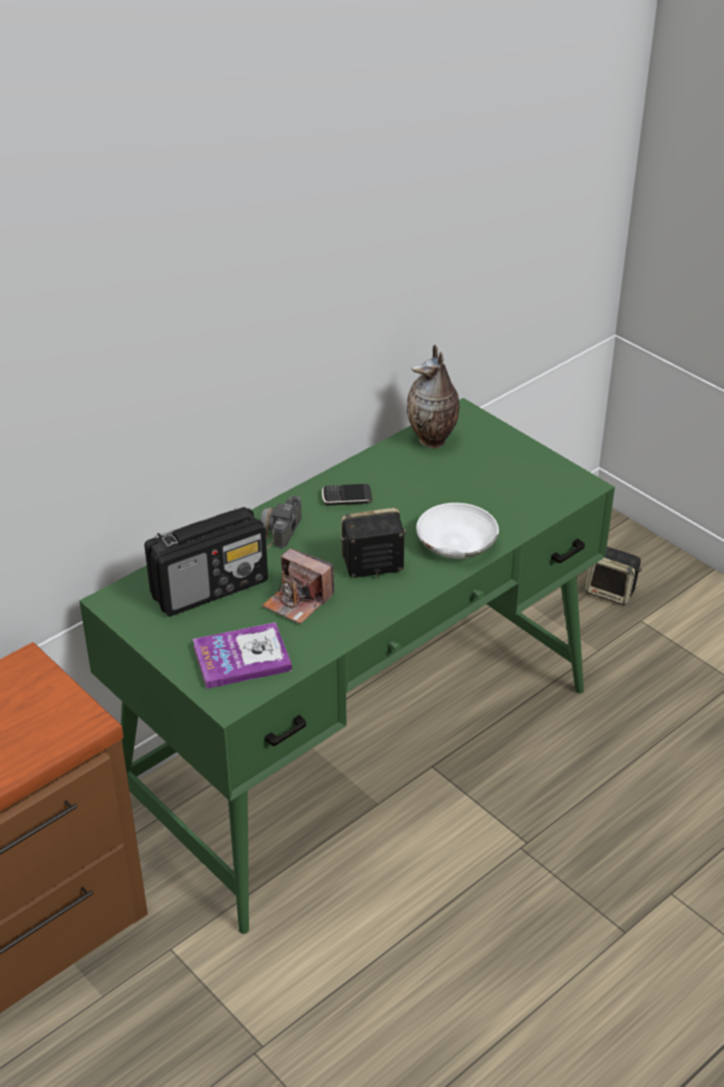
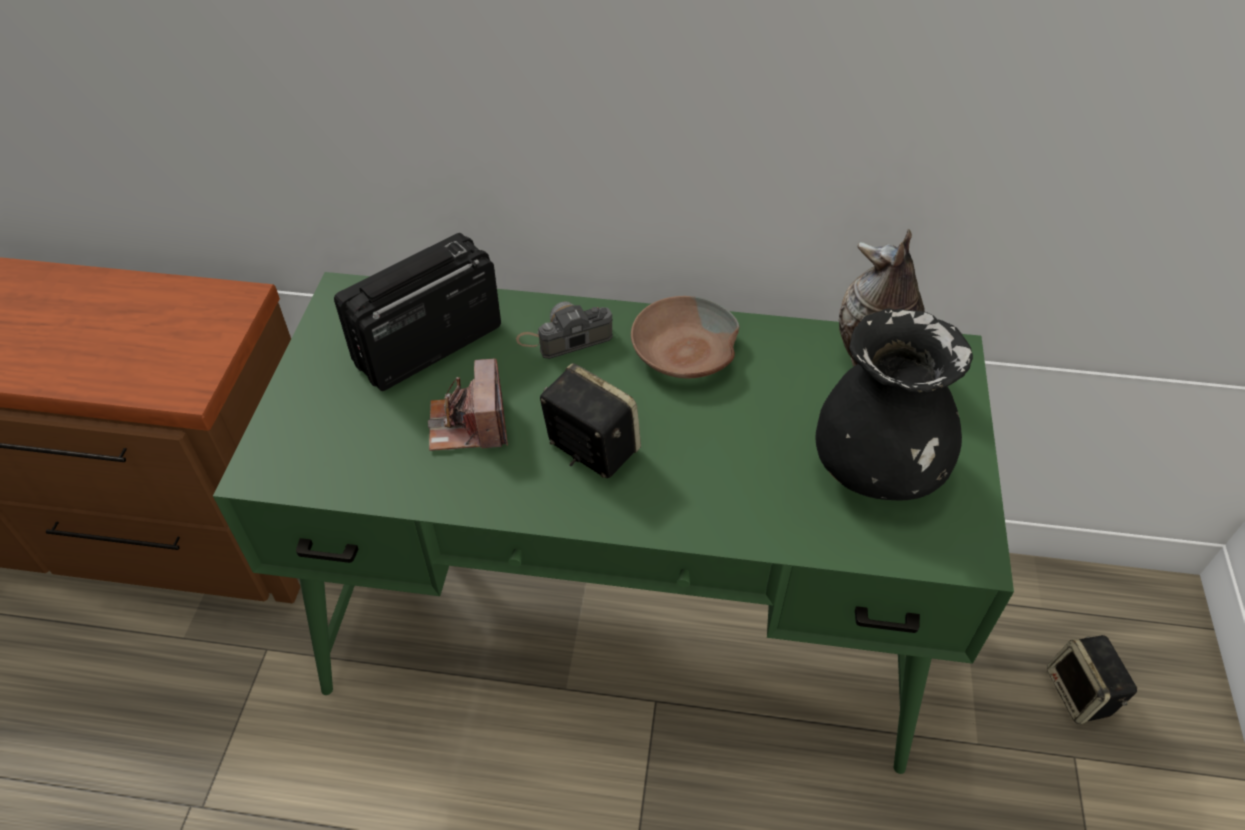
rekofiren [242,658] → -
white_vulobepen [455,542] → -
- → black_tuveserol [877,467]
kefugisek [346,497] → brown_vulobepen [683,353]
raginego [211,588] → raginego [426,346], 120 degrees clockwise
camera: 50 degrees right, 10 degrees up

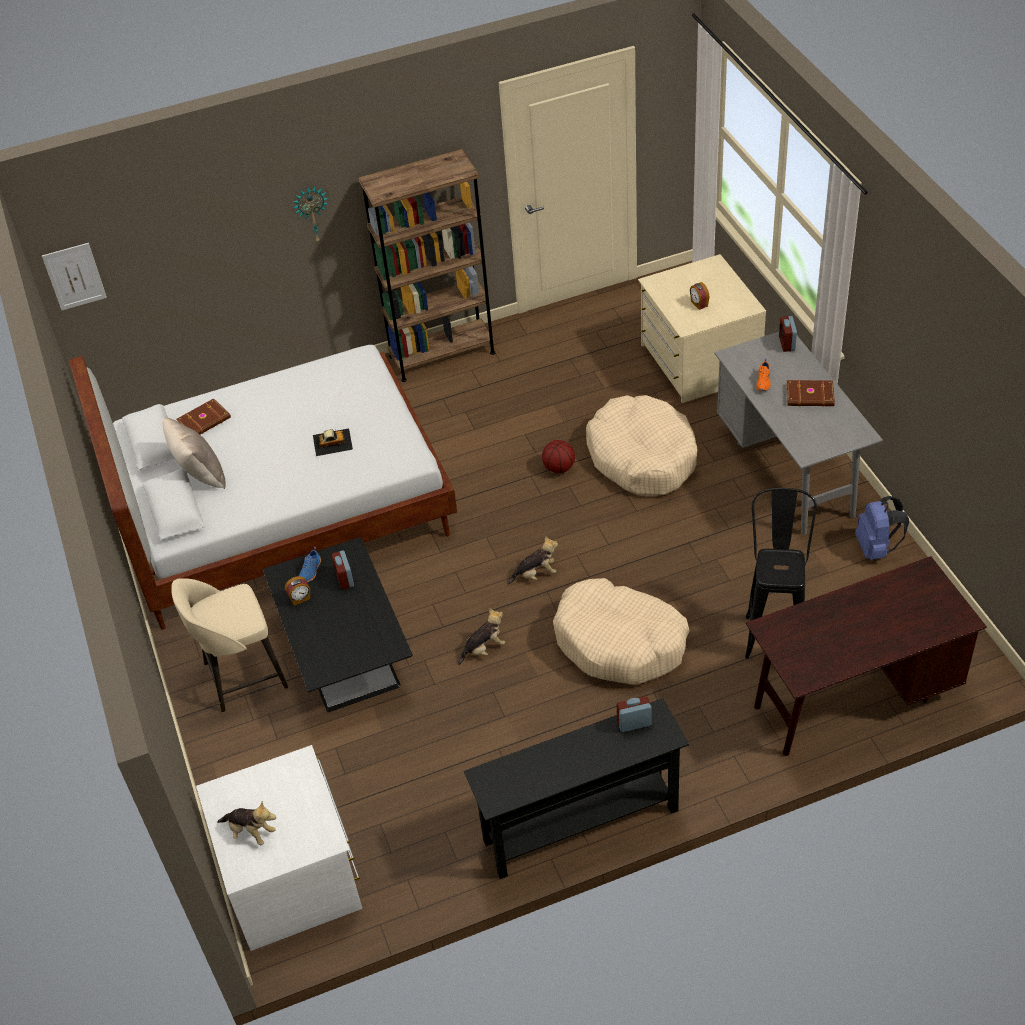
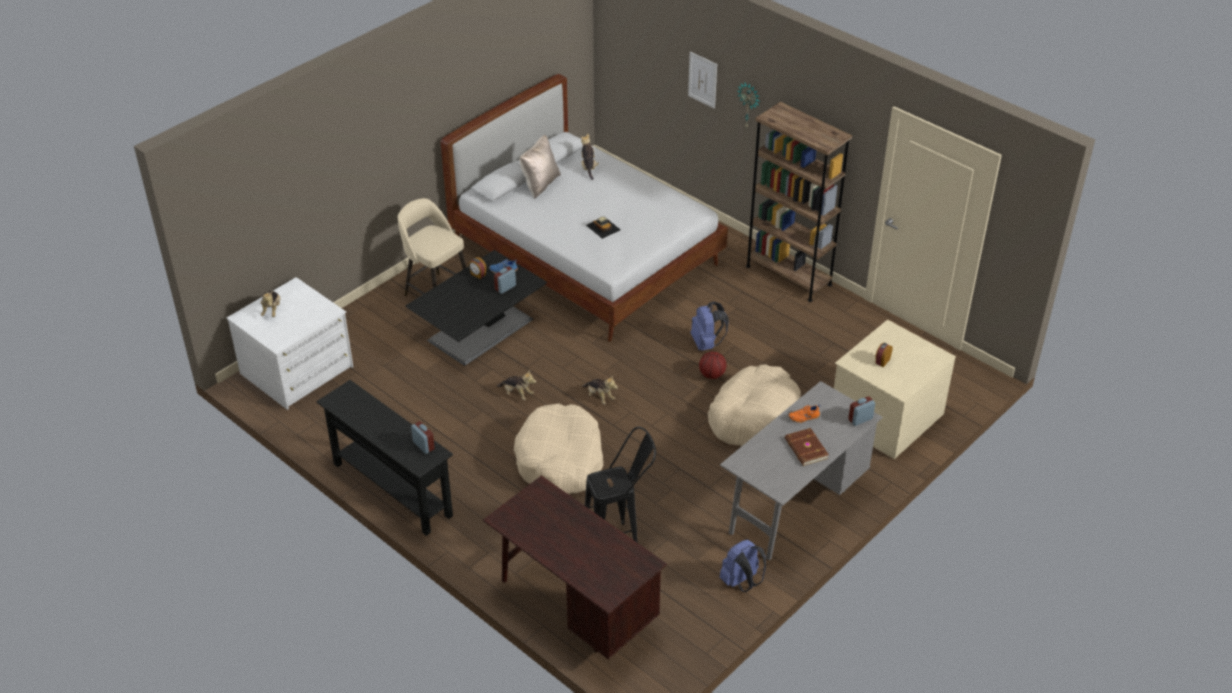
- → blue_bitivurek [707,343]
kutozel [74,276] → kutozel [702,80], moved
brown_rekofiren [205,421] → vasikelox [588,167]
camera: 60 degrees right, 5 degrees down

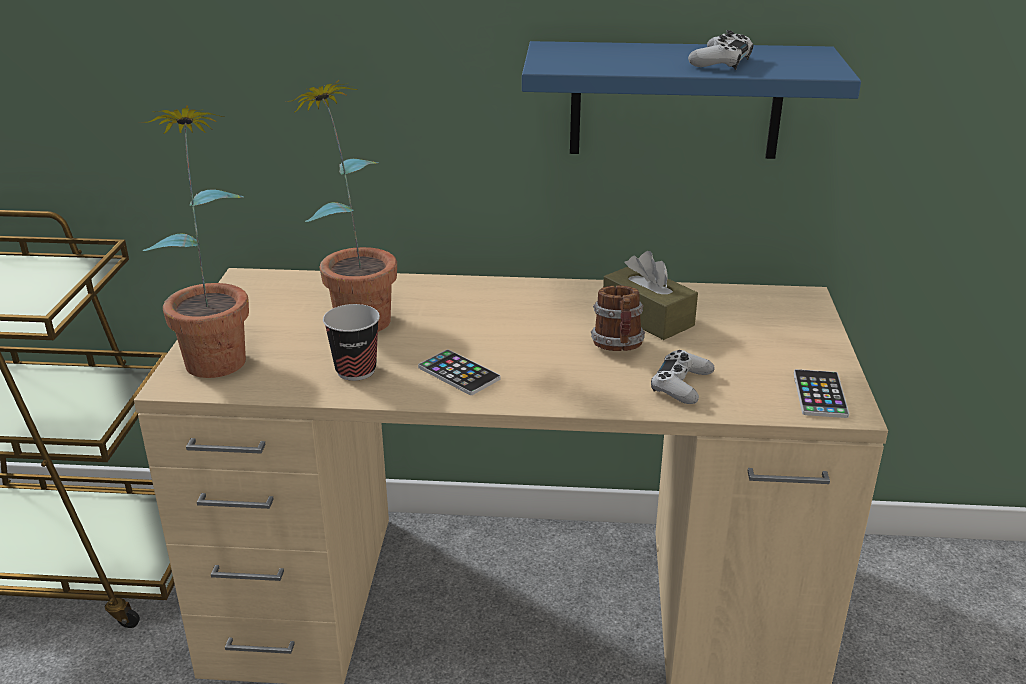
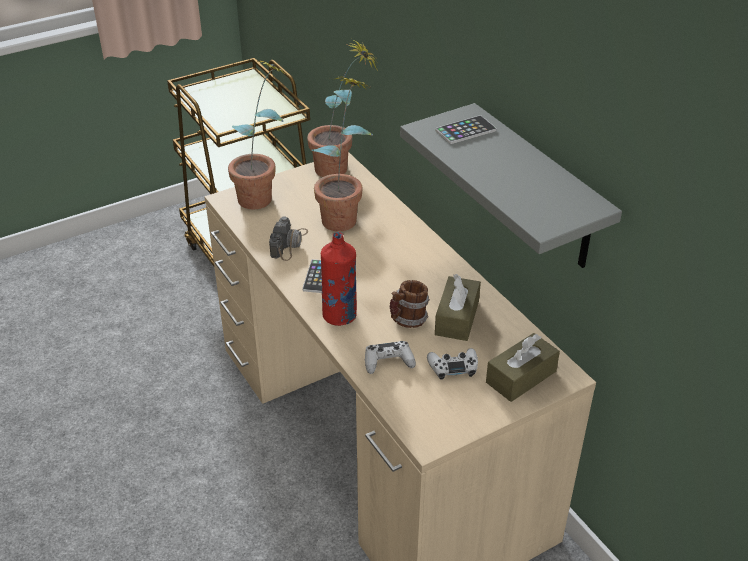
- → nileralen [341,170]
- → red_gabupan [340,316]
- → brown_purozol [521,377]
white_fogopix [720,62] → white_fogopix [453,367], moved
kefugisek [820,394] → kefugisek [465,131], moved
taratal [356,370] → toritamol [289,243]
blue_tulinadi [675,100] → grey_tulinadi [537,189]
camera: 55 degrees right, 10 degrees up

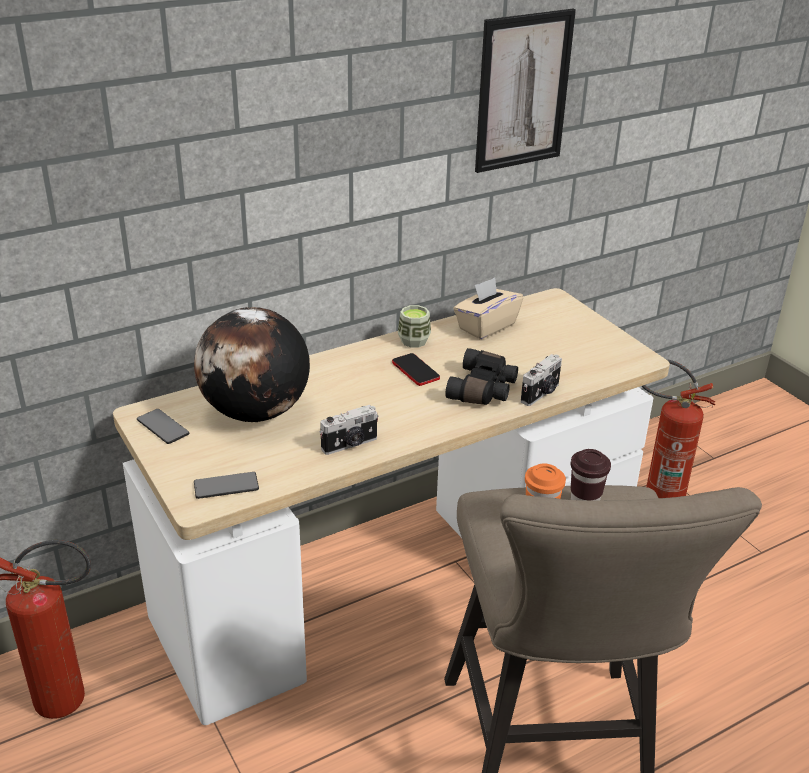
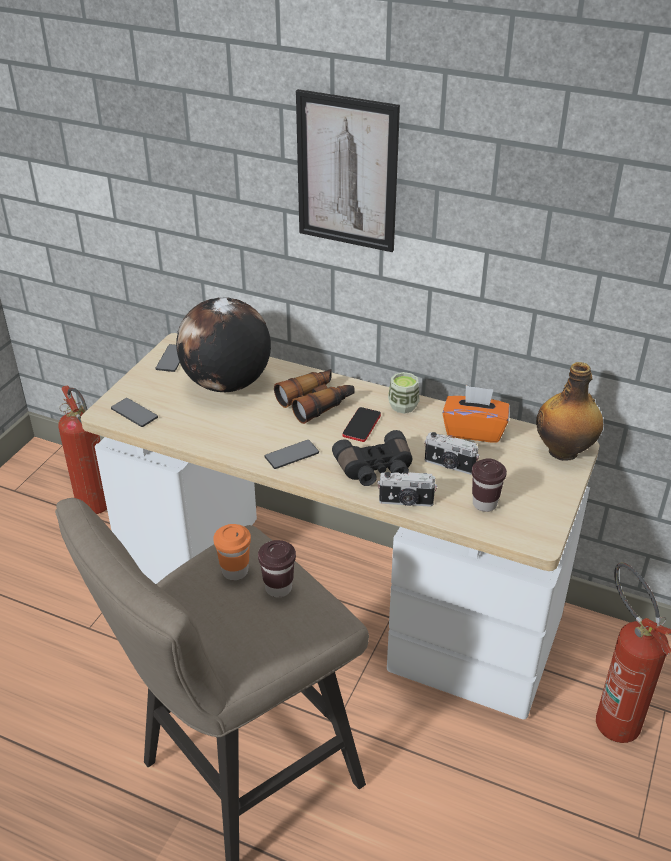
- → kefugisek [292,455]
- → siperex [316,402]
- → brown_taratal [484,504]
- → gabupan [564,451]
toritamol [350,444] → toritamol [449,466], moved
kutozel [523,91] → kutozel [347,172], moved
beige_purozol [486,326] → orange_purozol [474,430]
camera: 55 degrees right, 5 degrees up

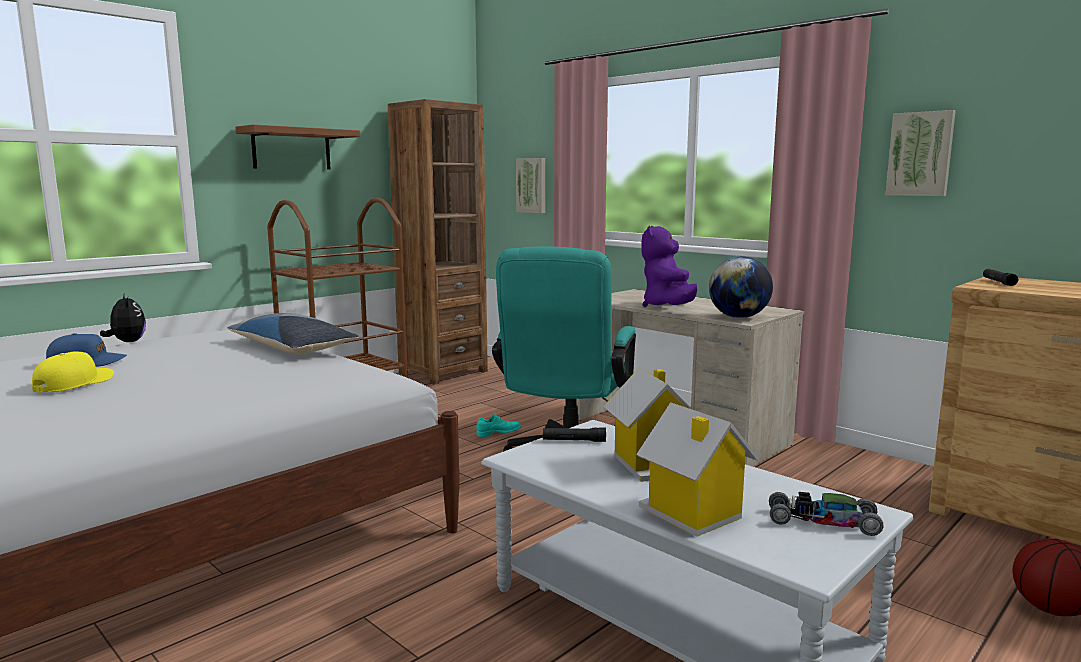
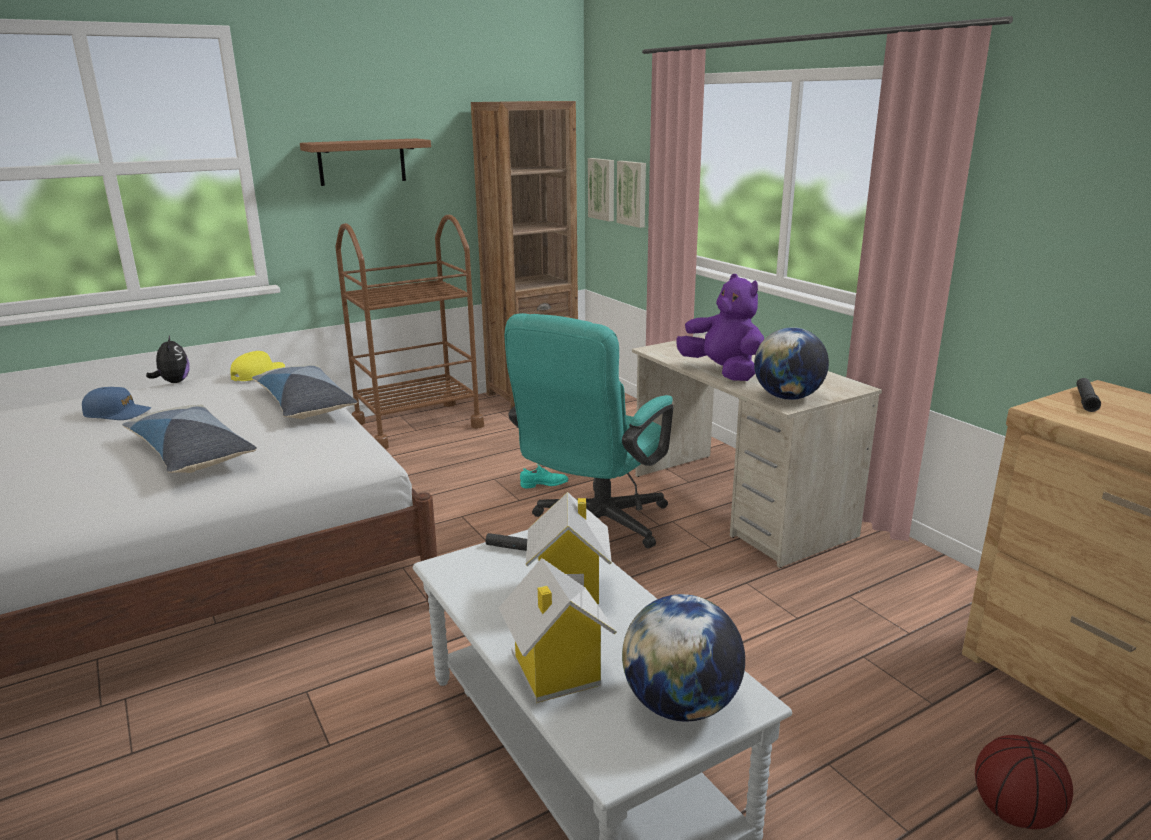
- → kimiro [190,453]
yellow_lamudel [74,384] → yellow_lamudel [258,374], moved
kutozel [920,154] → kutozel [603,189], moved
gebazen [822,522] → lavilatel [680,705]
purple_vasikelox [668,307] → purple_vasikelox [723,372], 120 degrees clockwise
camera: 15 degrees right, 10 degrees up

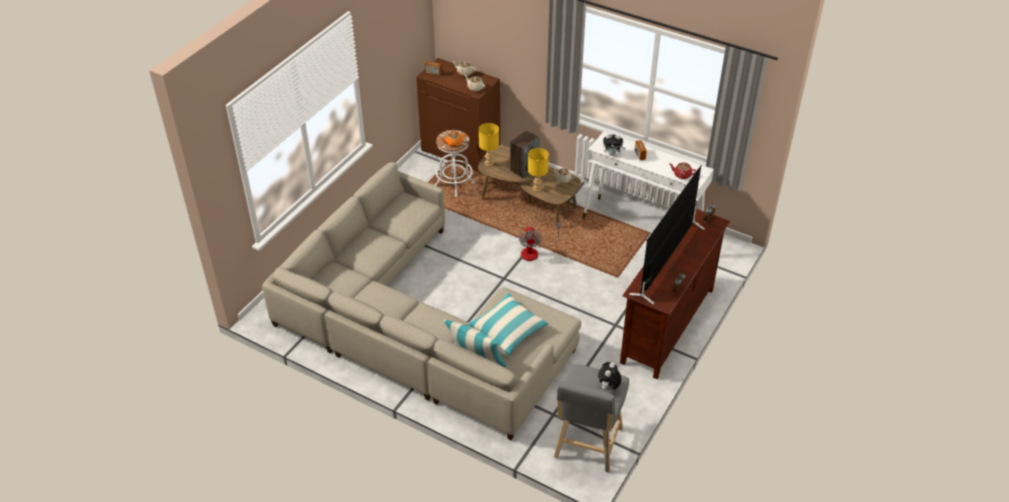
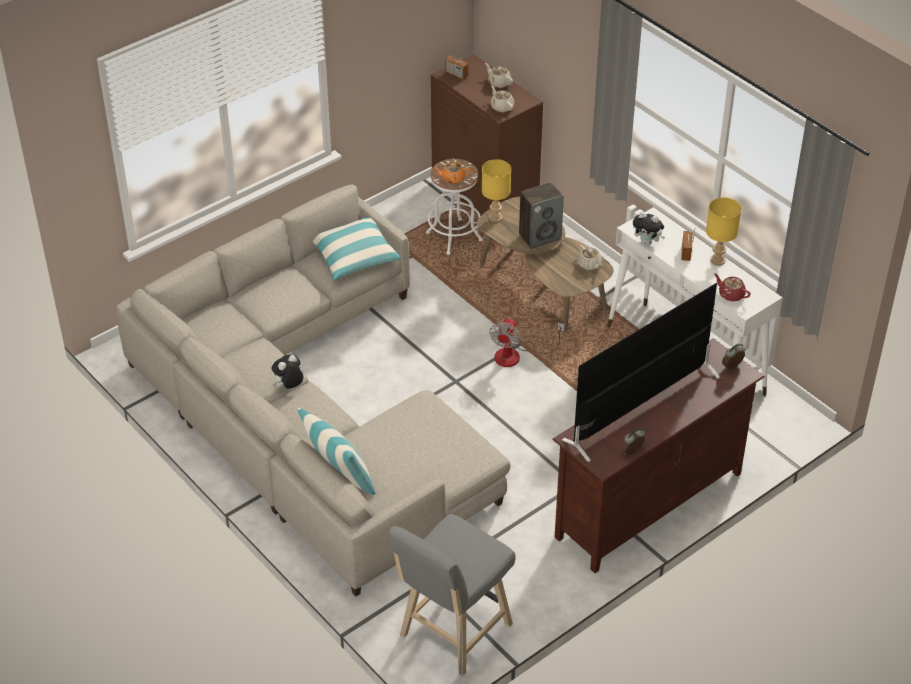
kimiro [508,329] → kimiro [354,255], moved
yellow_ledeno [537,188] → yellow_ledeno [718,261], moved
vasikelox [608,387] → vasikelox [289,387], moved
camera: 20 degrees right, 0 degrees up

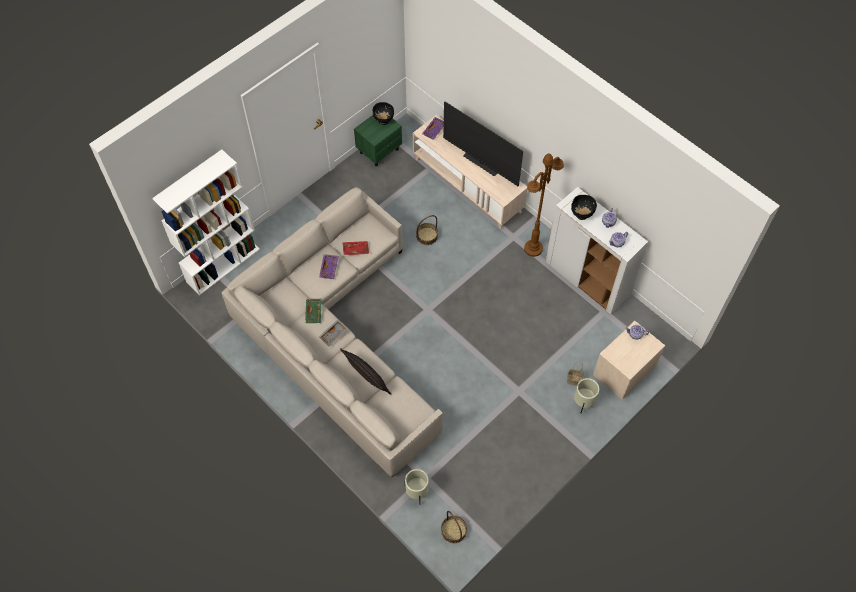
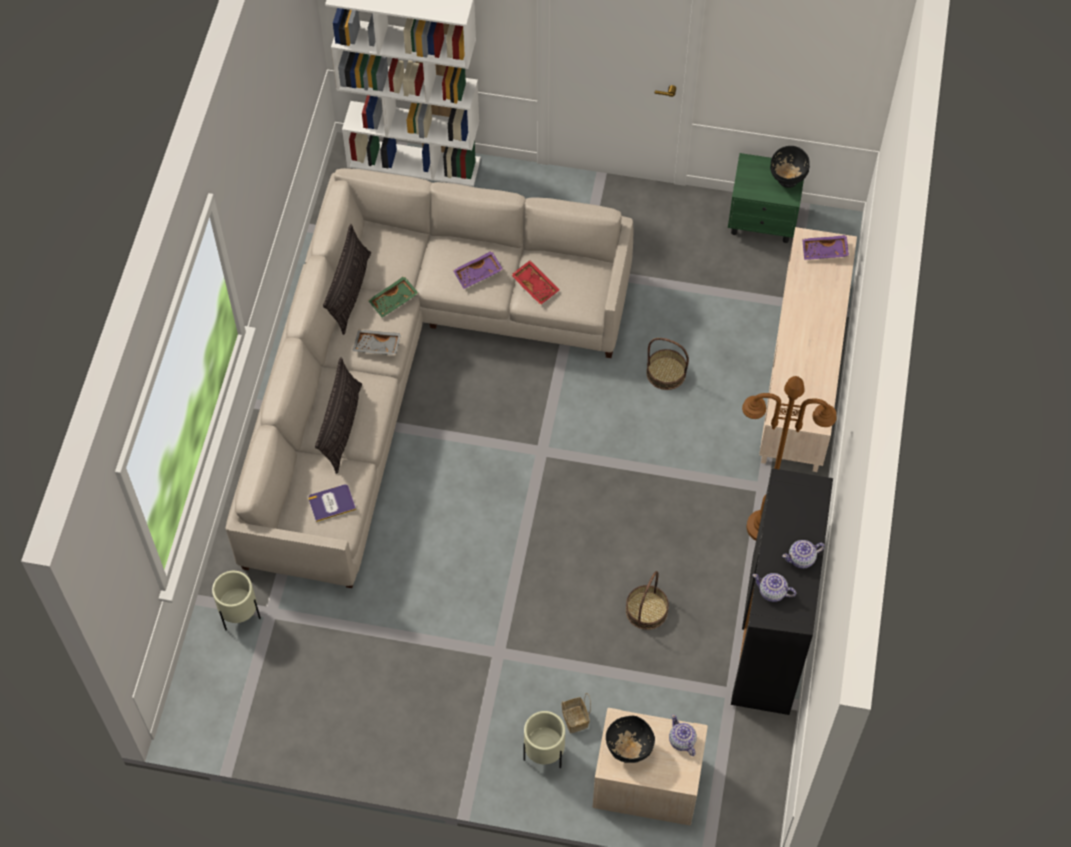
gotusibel [480,163] → -
- → rekofiren [331,503]
- → kimiro [350,292]
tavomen [453,530] → tavomen [646,610], moved
black_vulobepen [581,215] → black_vulobepen [628,750], moved
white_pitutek [587,279] → black_pitutek [771,636]
camera: 55 degrees right, 0 degrees up

